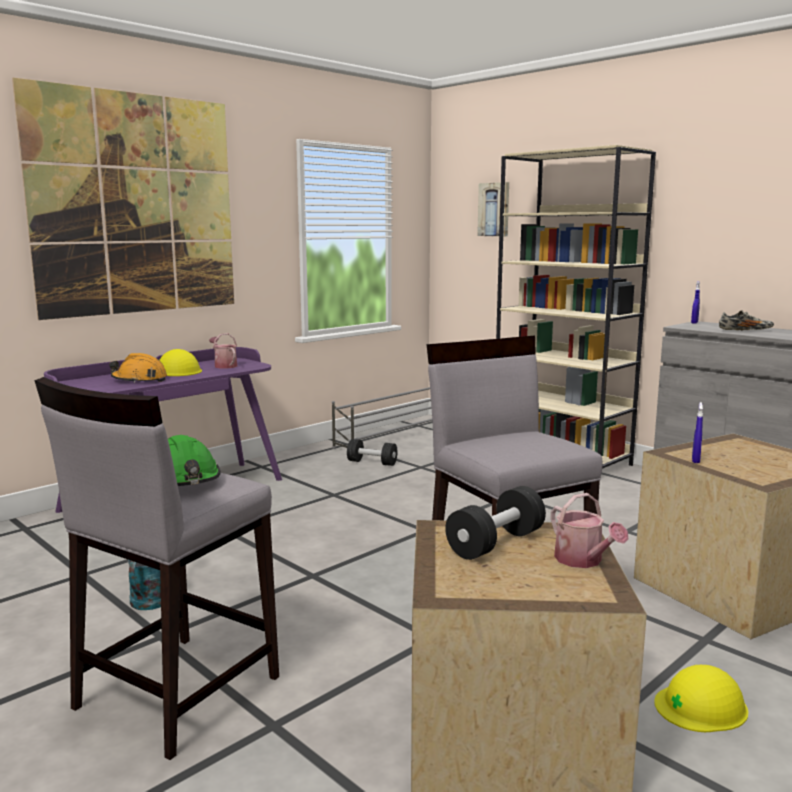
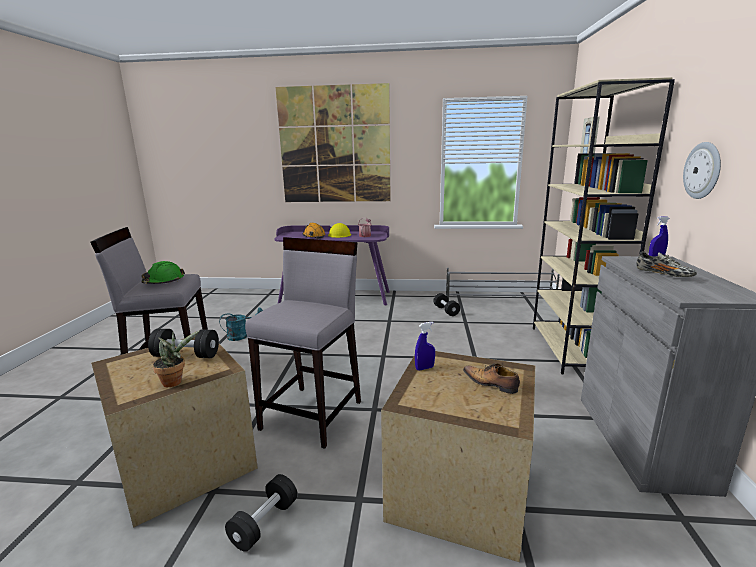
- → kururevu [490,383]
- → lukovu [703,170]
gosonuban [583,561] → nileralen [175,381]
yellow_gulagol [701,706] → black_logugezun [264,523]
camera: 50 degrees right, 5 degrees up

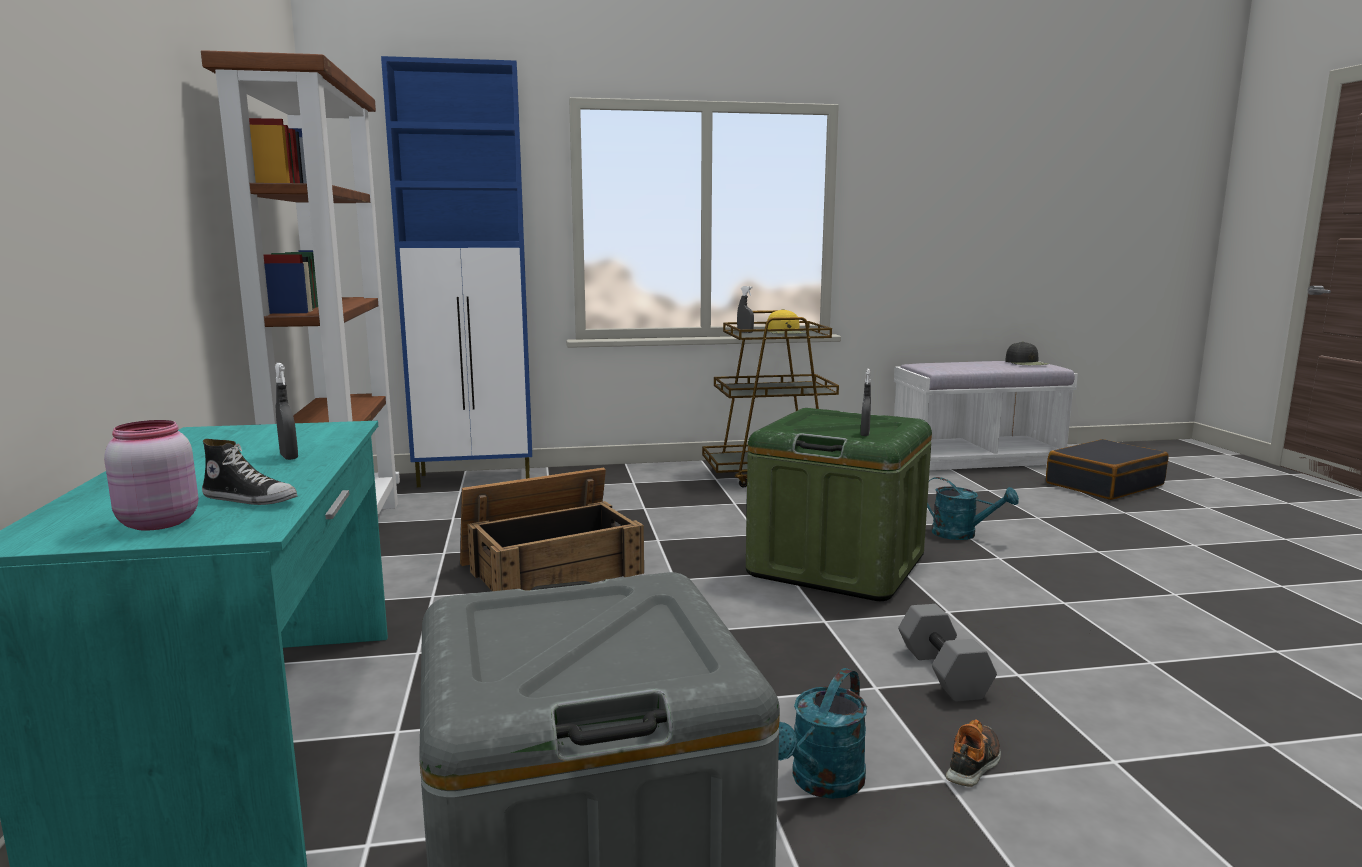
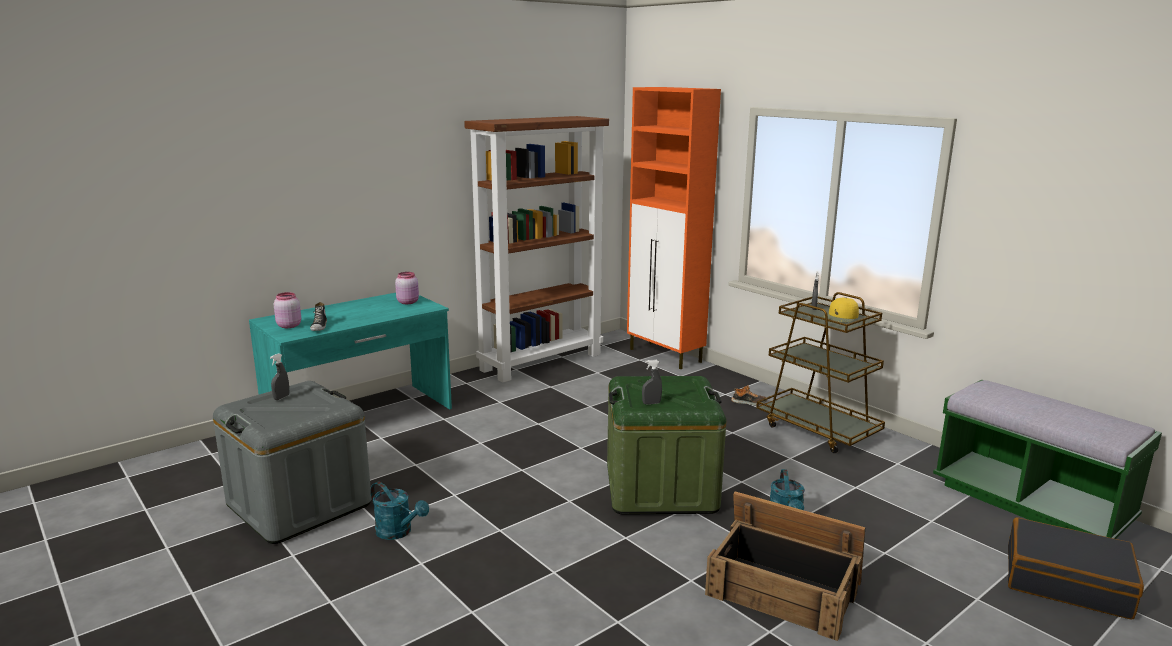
grey_logugezun [941,672] → -
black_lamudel [1026,363] → -
- → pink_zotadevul [408,302]
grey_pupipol [289,457] → grey_pupipol [281,397], moved
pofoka [552,568] → pofoka [784,588], moved
kururevu [974,764] → kururevu [748,402], moved
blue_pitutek [477,478] → orange_pitutek [665,356]
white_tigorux [976,459] → green_tigorux [1030,503]
turquoise_gosonuban [821,783] → turquoise_gosonuban [398,532], 150 degrees counterclockwise
camera: 60 degrees right, 5 degrees up

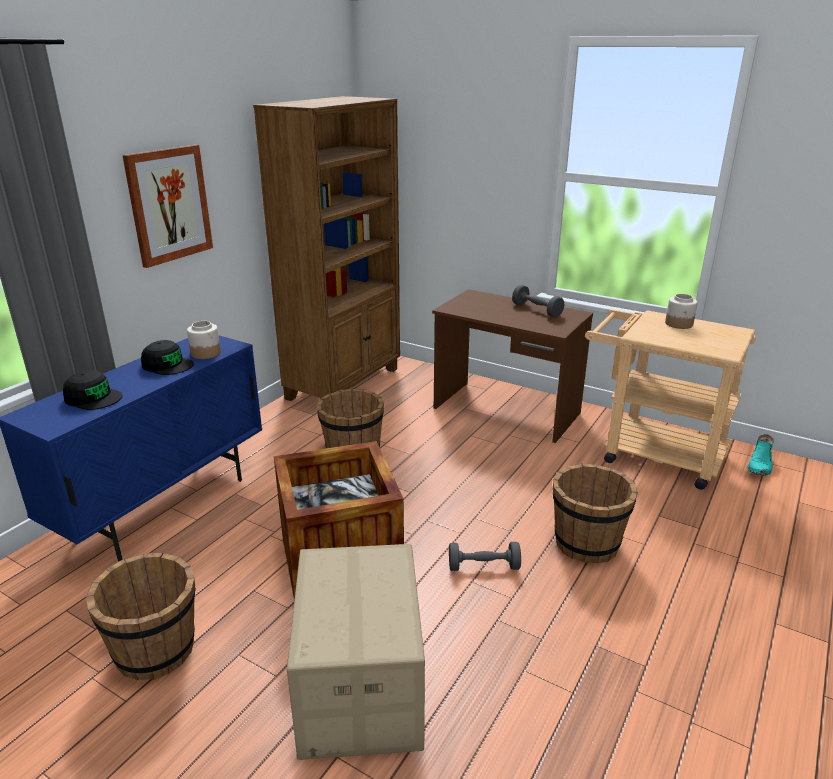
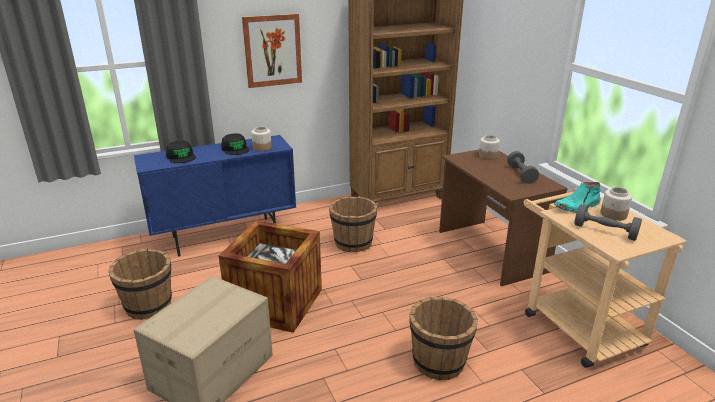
- → zotadevul [488,156]
grey_logugezun [483,566] → grey_logugezun [605,231], moved
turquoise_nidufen [760,465] → turquoise_nidufen [577,206], moved
camera: 35 degrees right, 0 degrees up

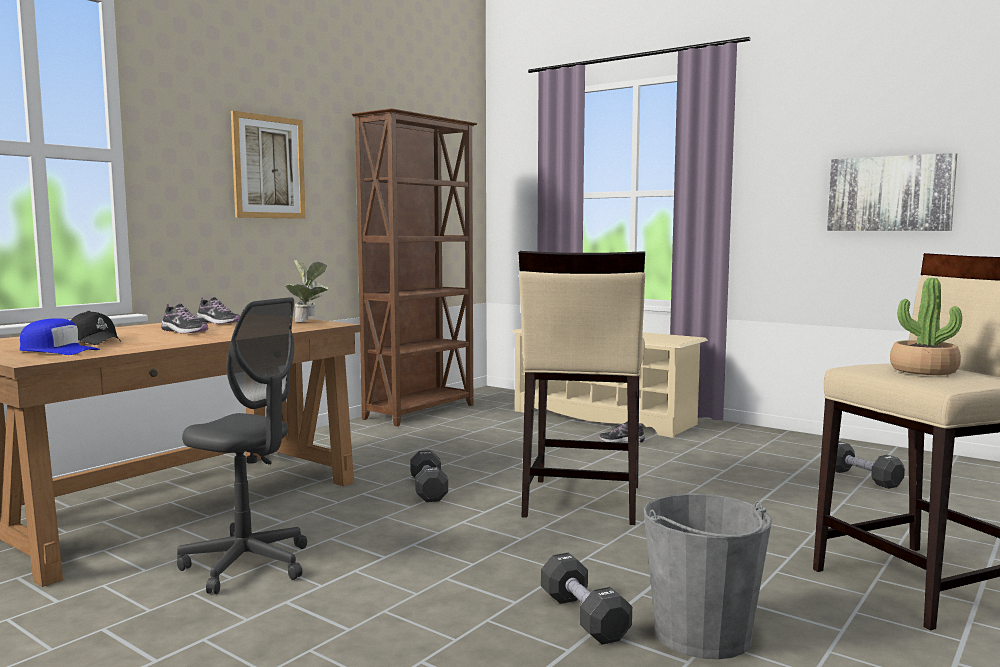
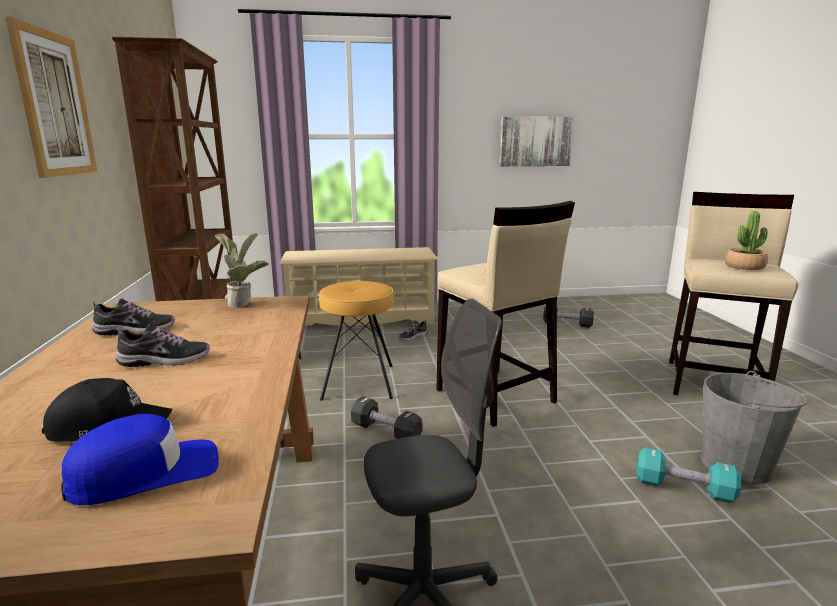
- → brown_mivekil [359,381]
black_logugezun [583,617] → turquoise_logugezun [684,488]
camera: 45 degrees left, 10 degrees up

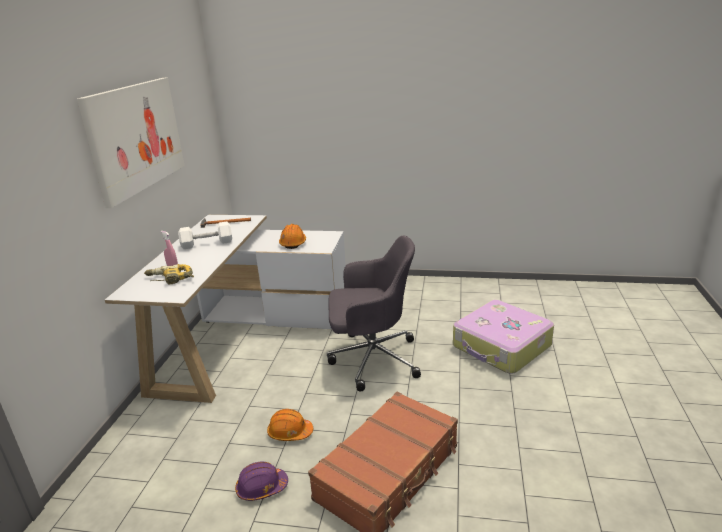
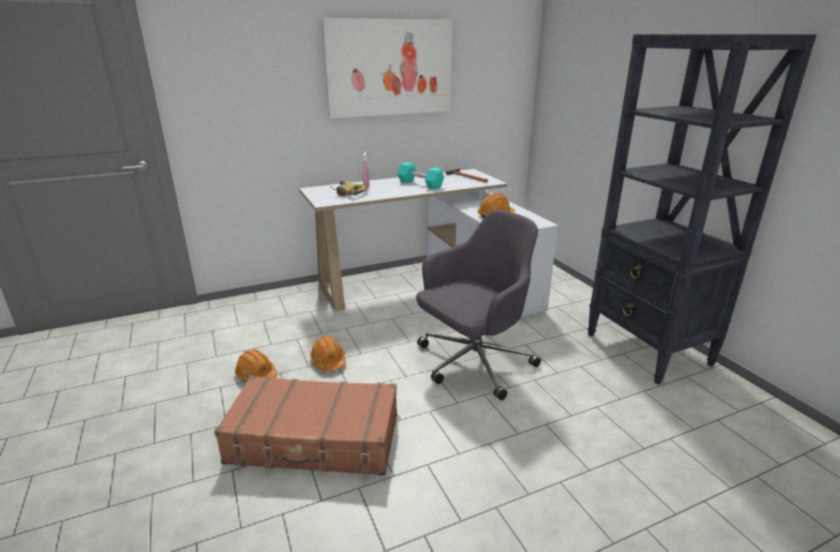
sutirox [501,347] → -
- → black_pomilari [648,350]
white_logugezun [207,243] → turquoise_logugezun [420,184]
purple_gulagol [261,488] → orange_gulagol [256,375]
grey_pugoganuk [372,359] → grey_pugoganuk [473,363], 90 degrees counterclockwise
camera: 55 degrees right, 0 degrees up

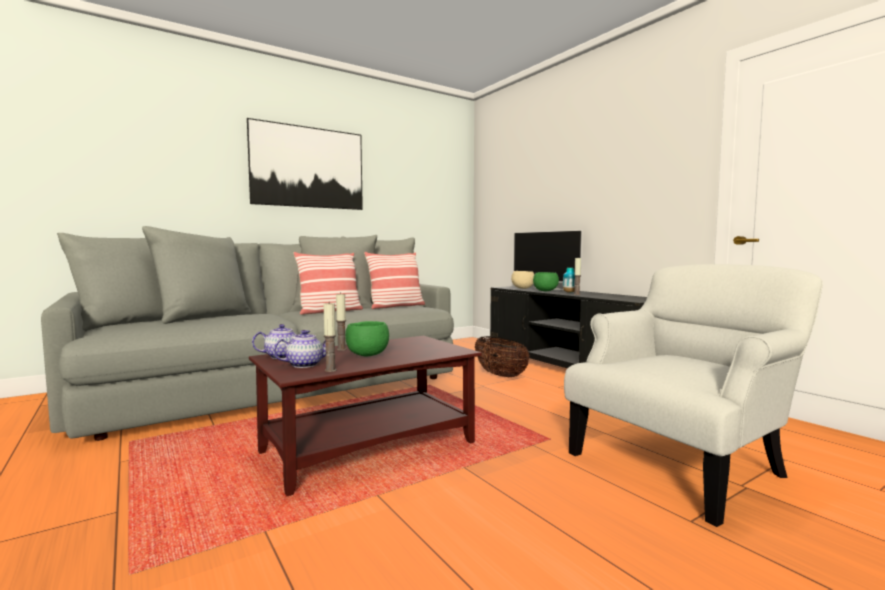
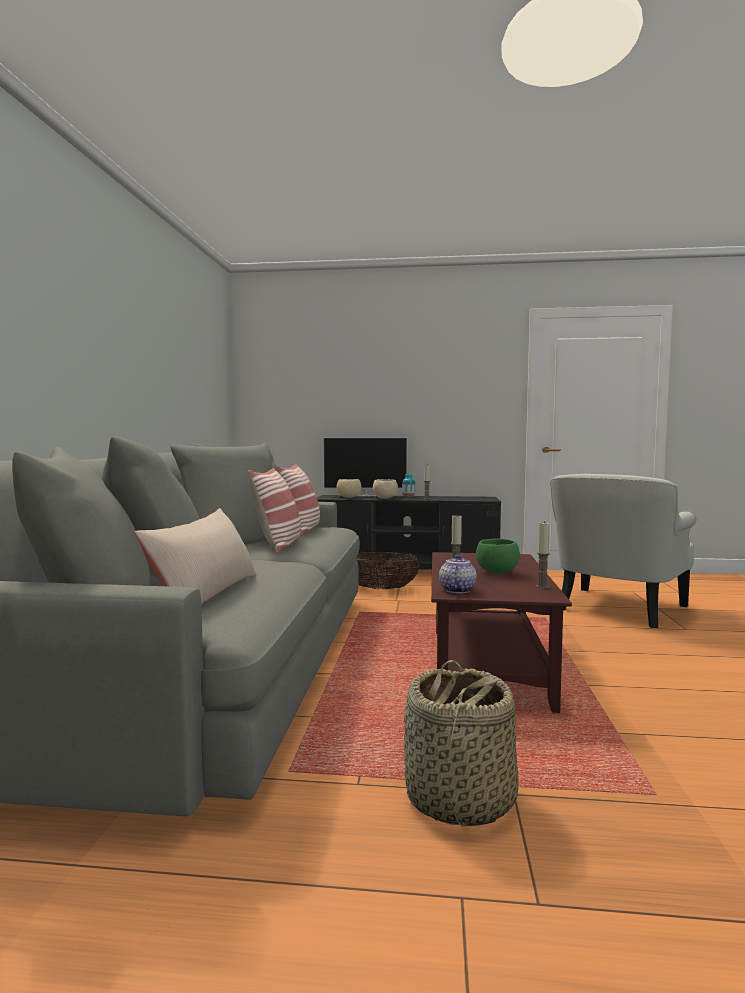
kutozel [308,167] → -
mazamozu [305,364] → -
- → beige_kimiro [205,594]
- → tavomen [458,799]
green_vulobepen [545,291] → beige_vulobepen [385,498]
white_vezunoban [680,464] → white_vezunoban [618,608], 150 degrees counterclockwise
camera: 50 degrees left, 0 degrees up

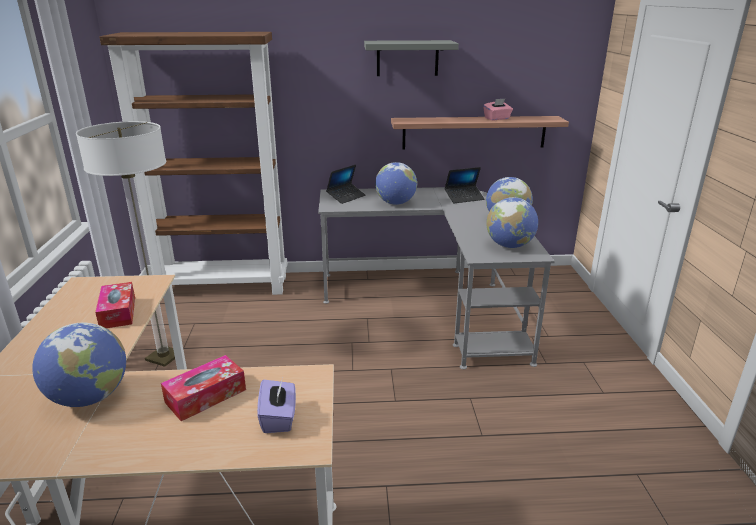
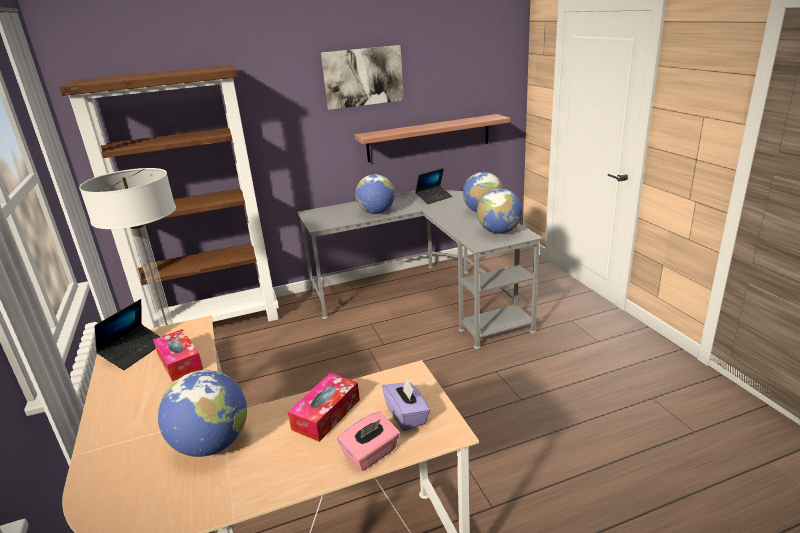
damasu [346,197] → damasu [134,351], moved
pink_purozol [497,118] → pink_purozol [371,454], moved
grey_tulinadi [407,58] → kutozel [363,77]
camera: 15 degrees left, 0 degrees up

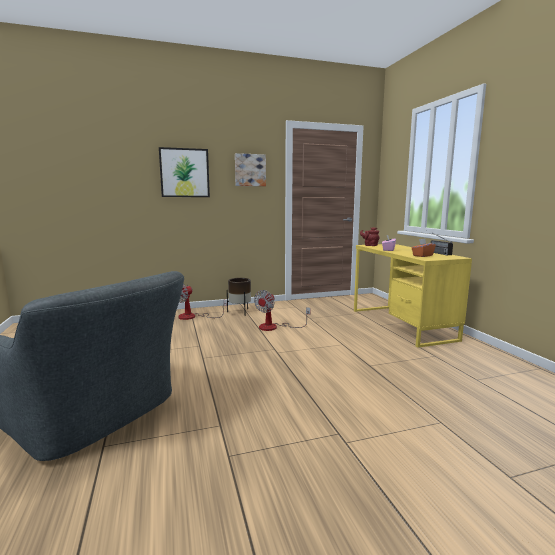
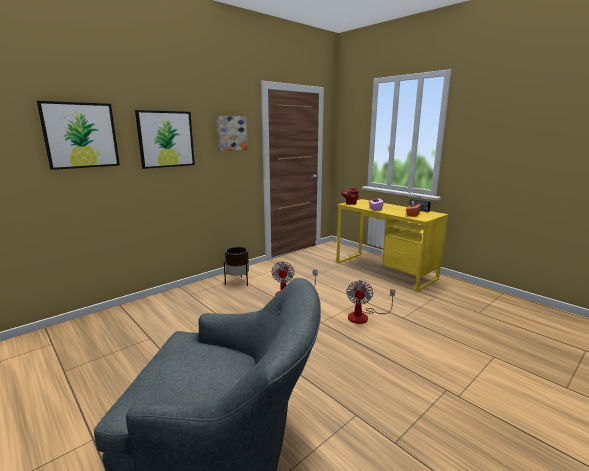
- → kutozel [80,135]
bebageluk [193,317] → bebageluk [364,316], moved
camera: 25 degrees left, 5 degrees up

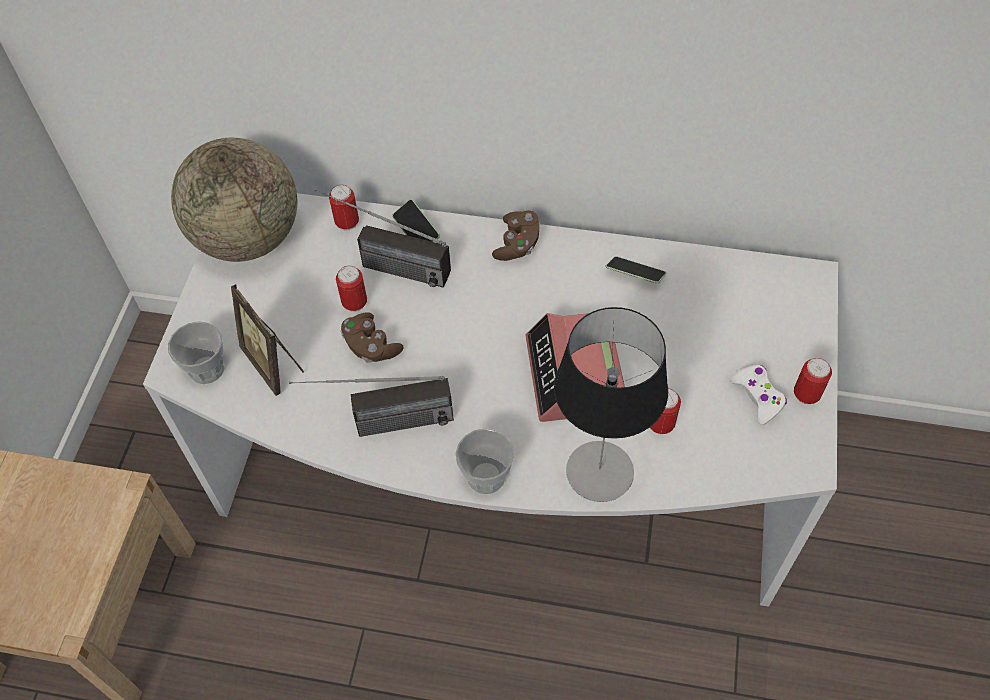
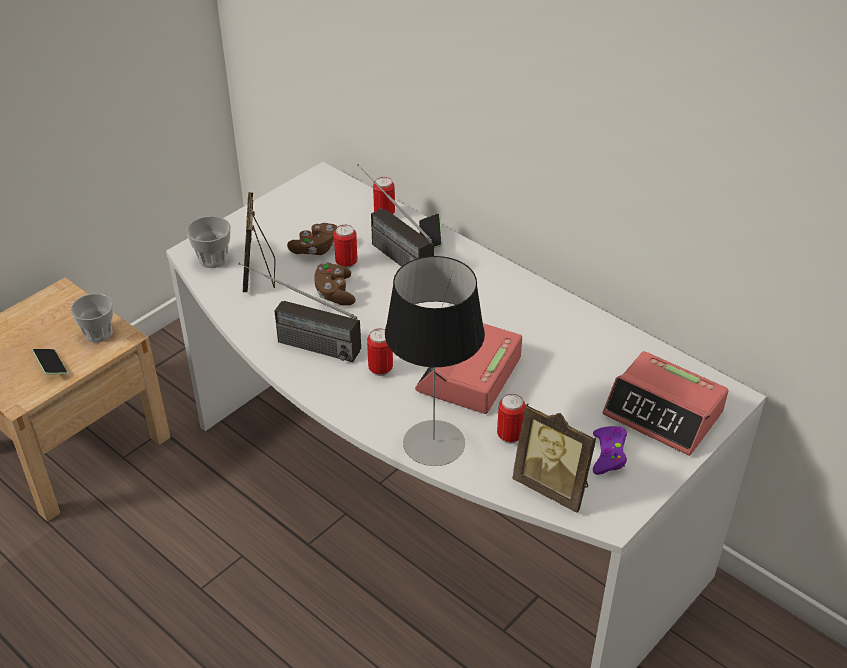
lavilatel [248,238] → -
- → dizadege [553,487]
- → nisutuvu [664,413]
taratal [486,477] → taratal [98,333], moved
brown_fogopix [517,244] → brown_fogopix [315,249], moved
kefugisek [635,275] → kefugisek [51,366], moved
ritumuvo [806,395] → ritumuvo [380,369], moved
white_fogopix [758,396] → purple_fogopix [608,454]
camera: 30 degrees right, 15 degrees down

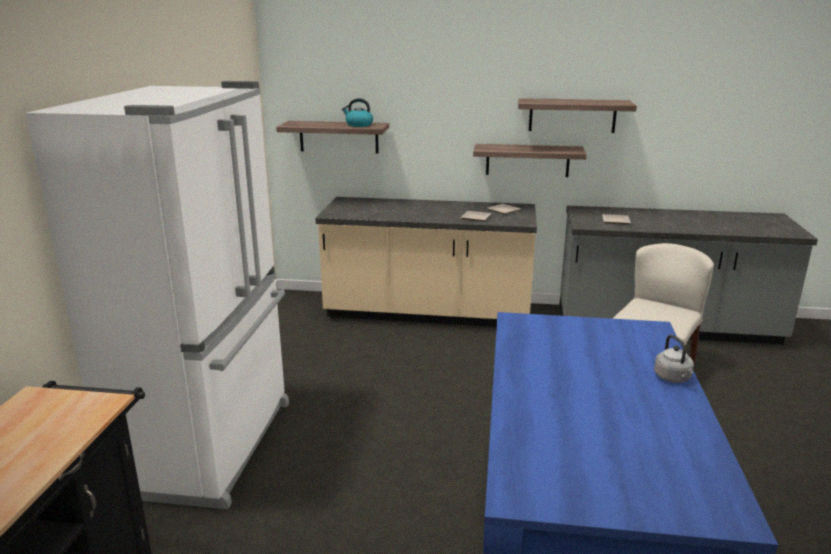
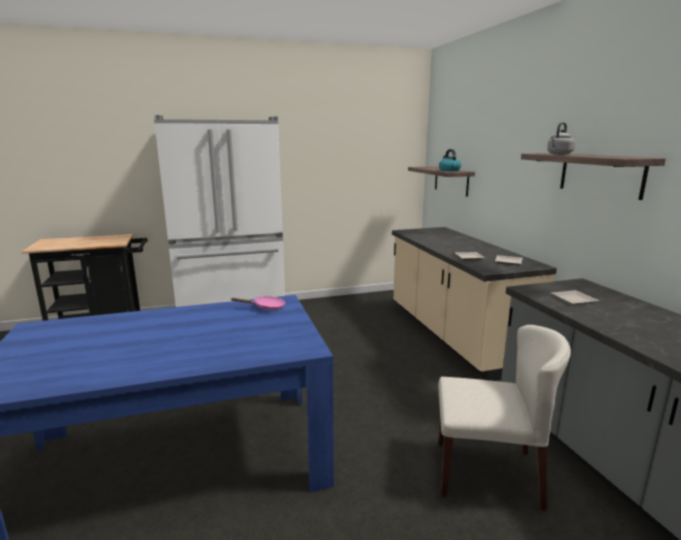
tulinadi [527,160] → -
- → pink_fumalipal [266,307]
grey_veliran [673,378] → grey_veliran [558,154], moved
camera: 65 degrees right, 5 degrees down

